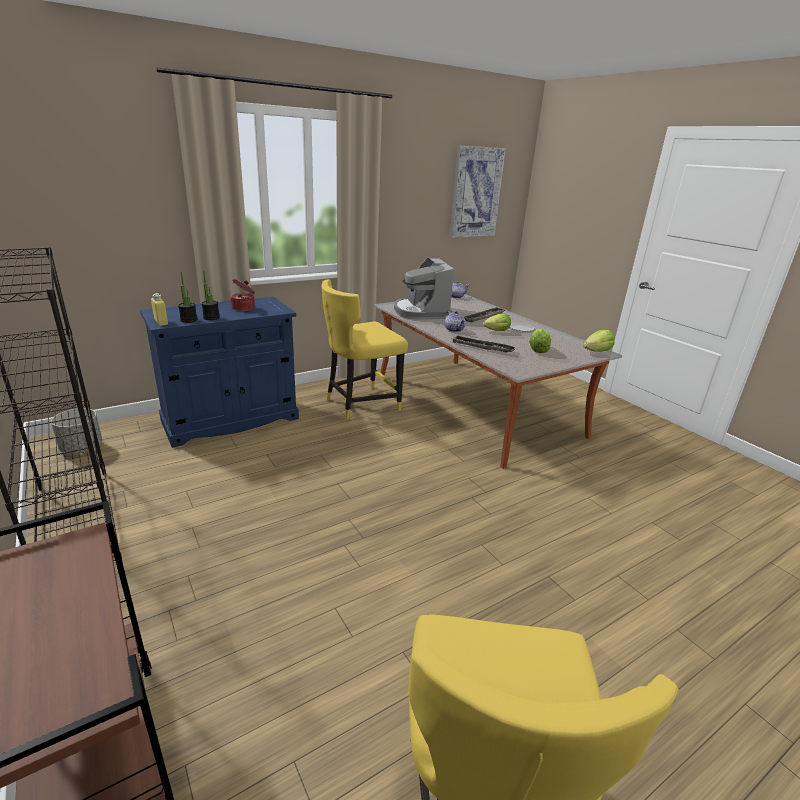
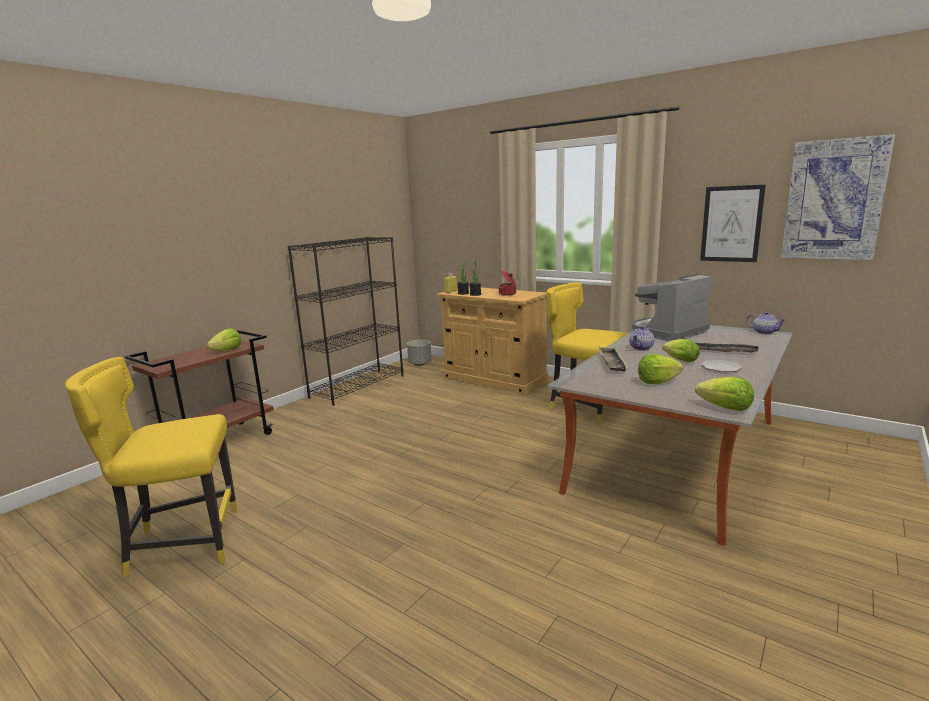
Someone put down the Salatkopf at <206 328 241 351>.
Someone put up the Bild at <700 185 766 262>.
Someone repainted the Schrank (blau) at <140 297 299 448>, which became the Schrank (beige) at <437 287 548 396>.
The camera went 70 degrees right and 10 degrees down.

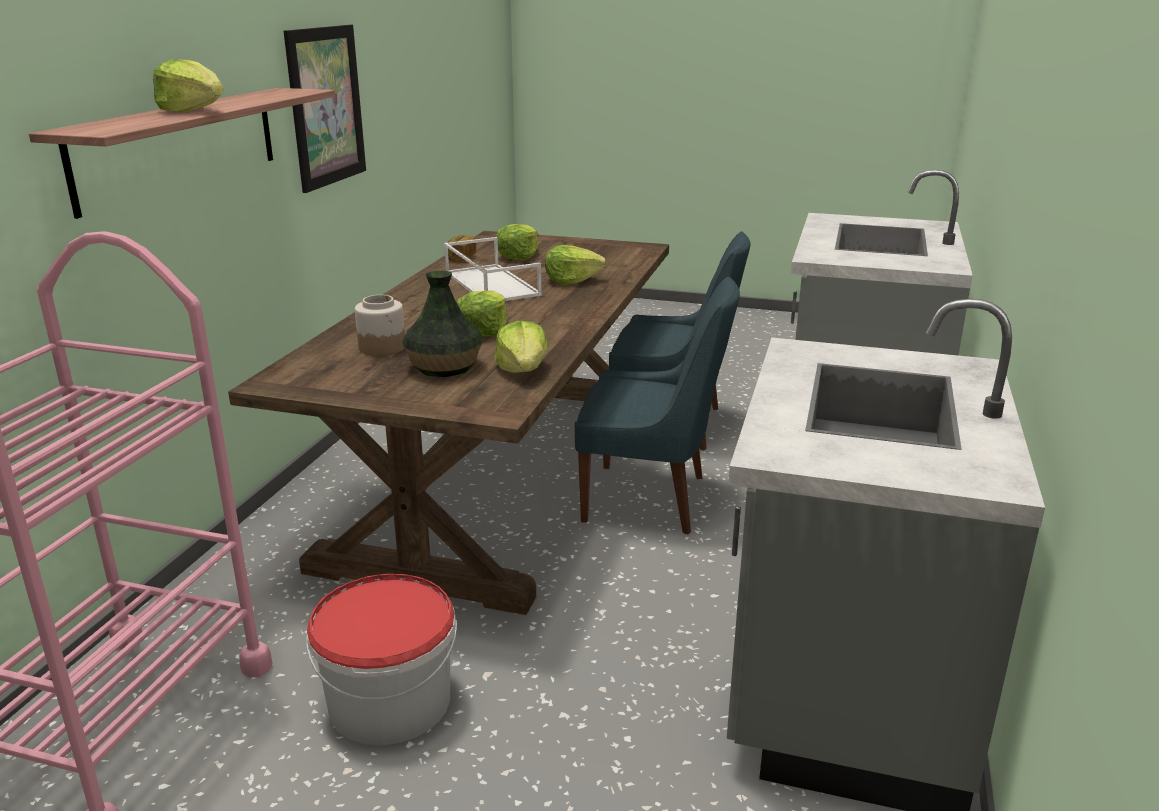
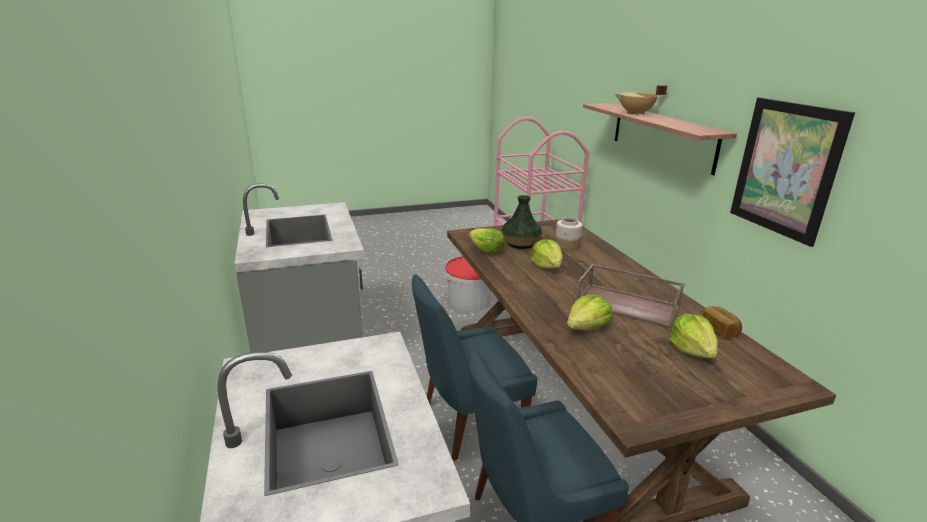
Someone swapped the Salatkopf at <153 59 224 112> for the Kochtopf (beige) at <615 85 667 115>.
Someone repainted the Tablett (weiß) at <444 237 542 301>, which became the Tablett (braun) at <576 264 685 329>.
The camera went 145 degrees right and 0 degrees up.

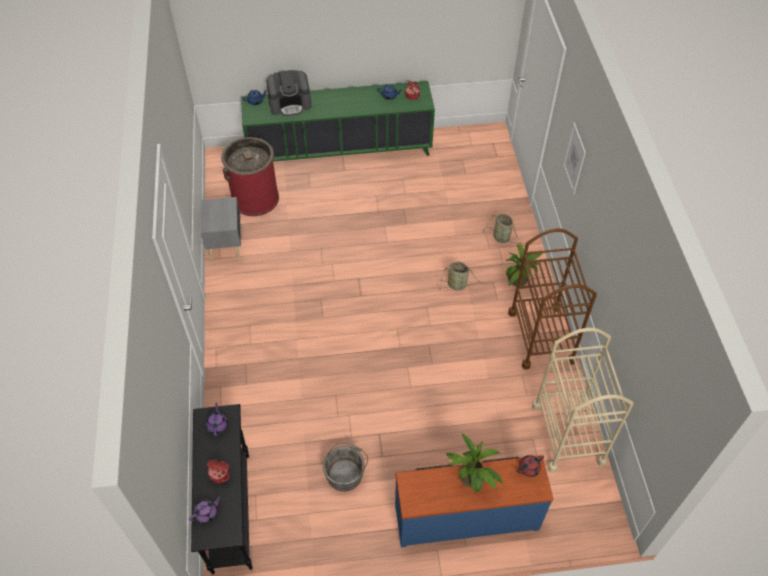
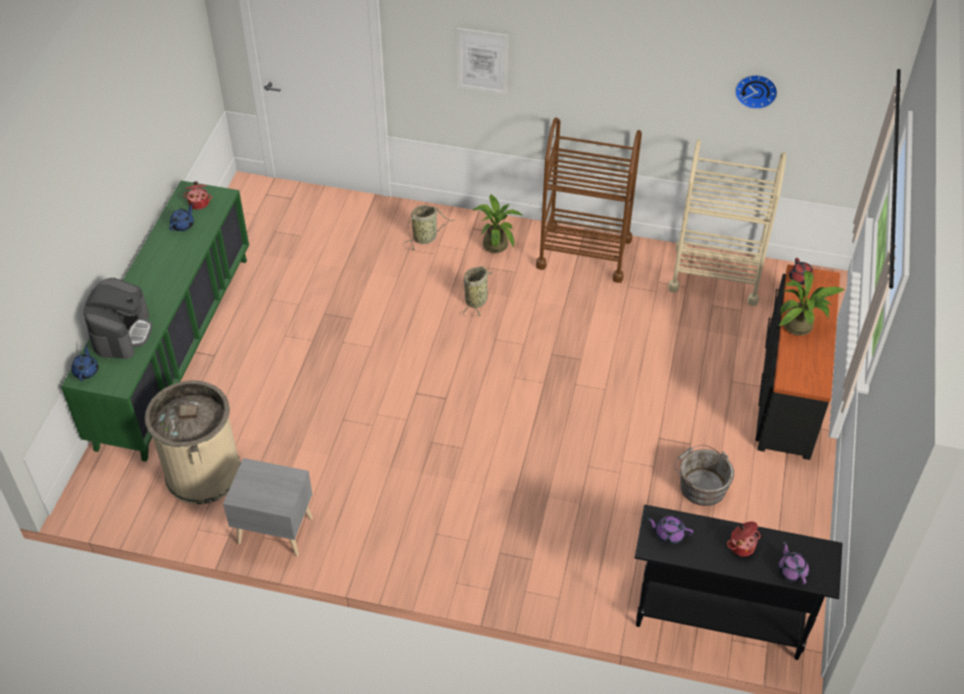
Someone put up the Wanduhr at <735 75 778 109>.
Someone repainted the Mülleimer (rot) at <221 137 279 216>, which became the Mülleimer (beige) at <145 380 241 504>.
Someone repainted the Kommode (blau) at <395 455 553 547>, which became the Kommode (schwarz) at <756 264 840 460>.
The camera went 70 degrees left and 5 degrees down.

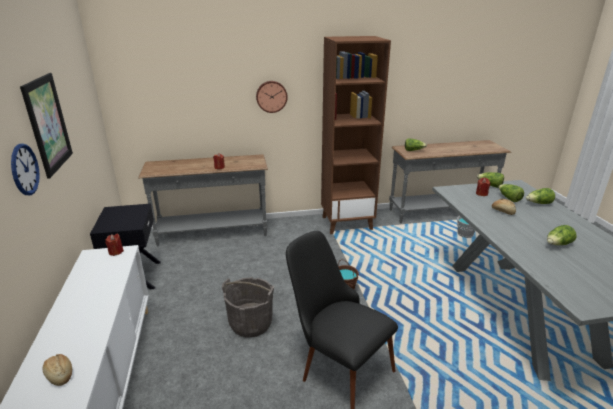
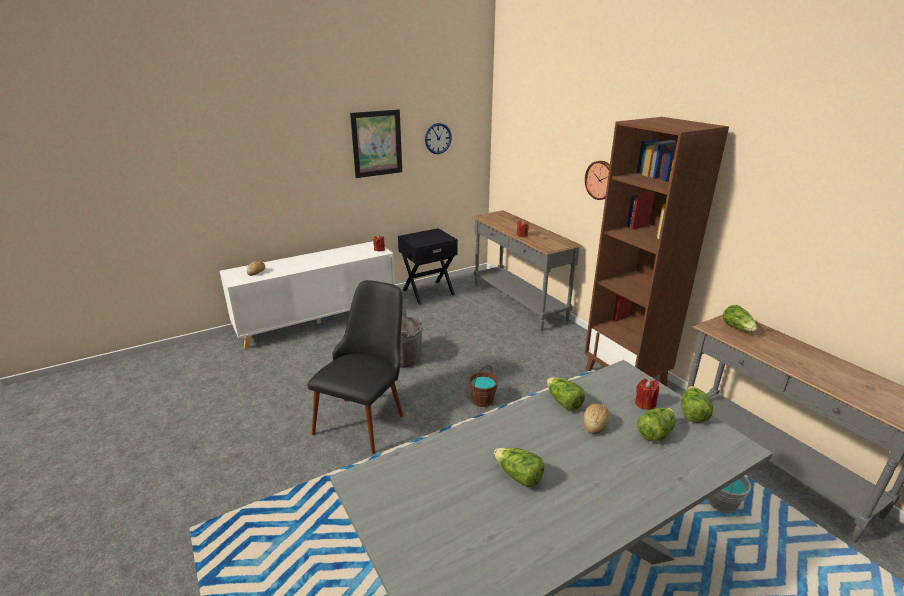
Someone carried the Wanduhr from <11 143 40 195> to <425 123 452 154>.
Someone carried the Salatkopf from <526 188 555 204> to <547 377 585 411>.
The camera went 70 degrees right and 0 degrees up.

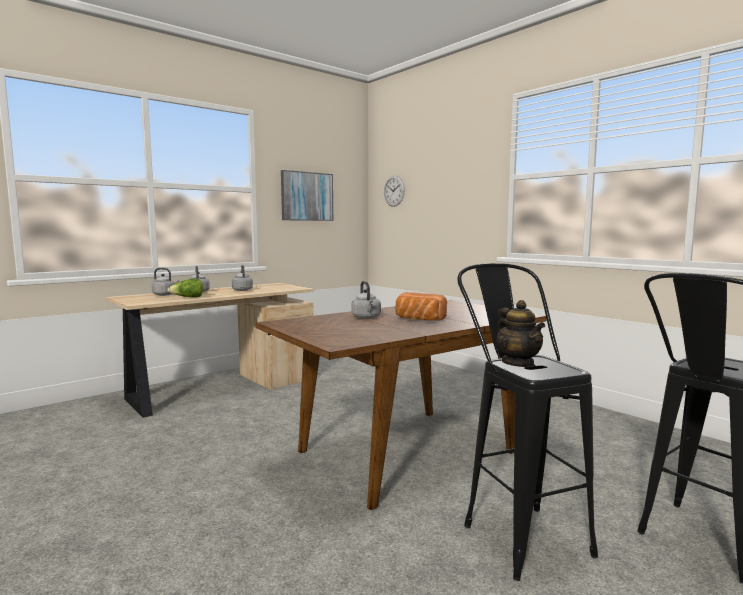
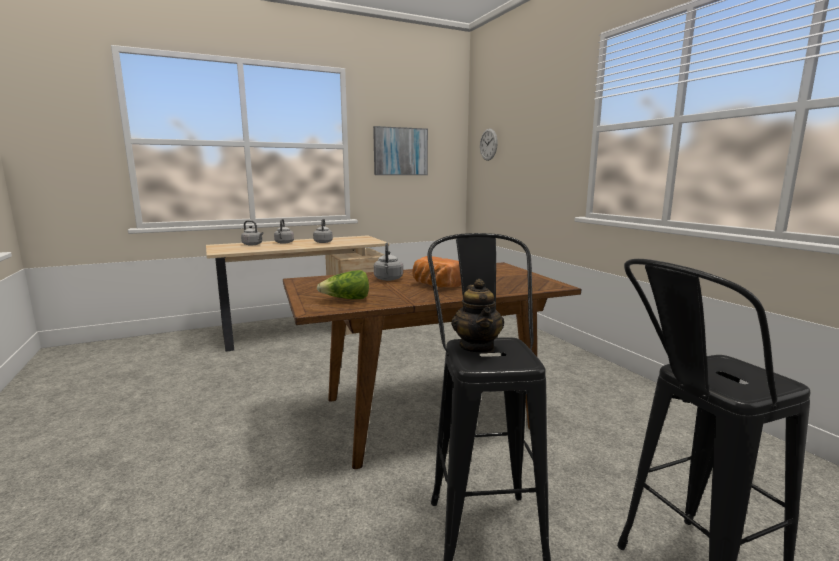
Someone carried the Salatkopf from <167 278 203 298> to <317 270 369 299>.
The camera went 15 degrees right and 5 degrees up.

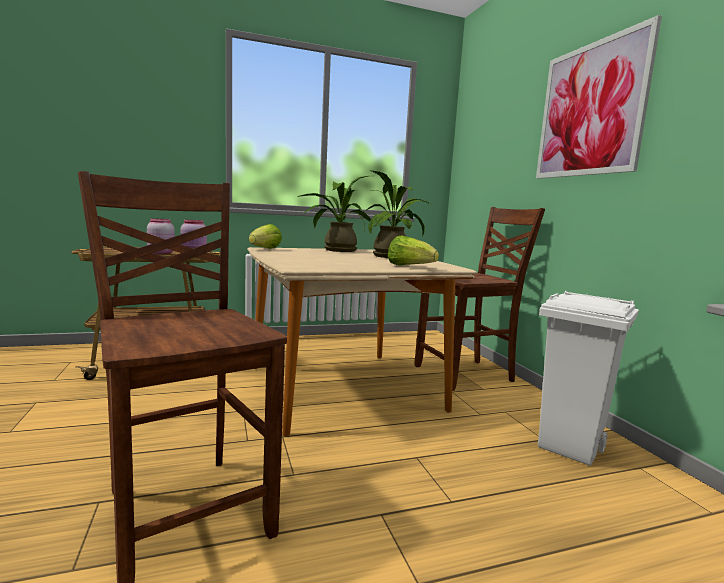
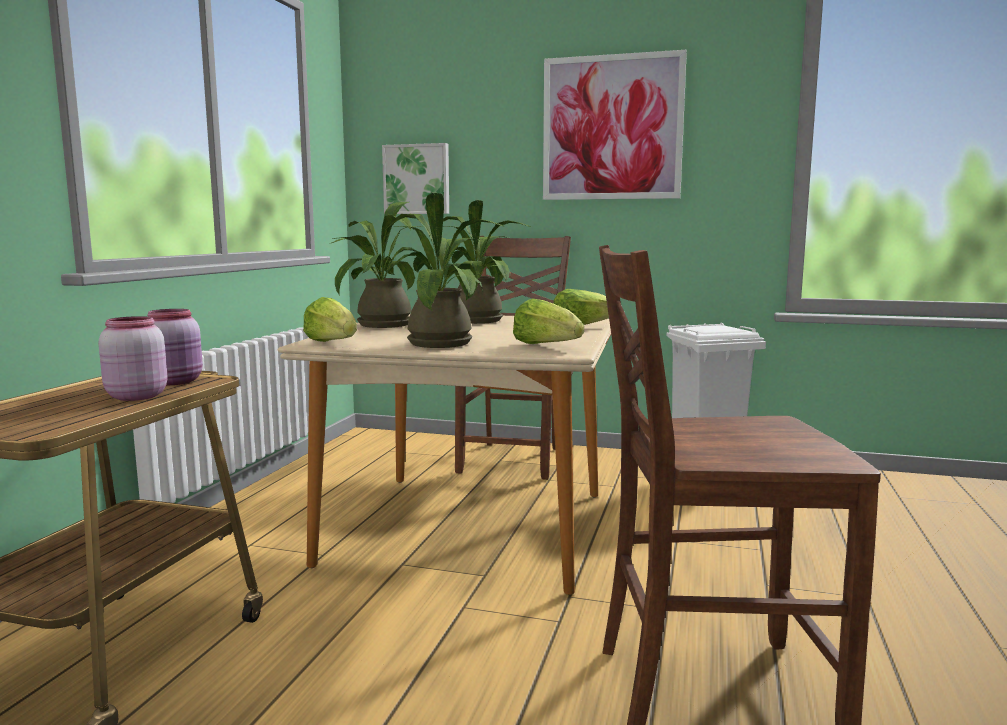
Someone put up the Bild at <382 143 449 214>.
Someone put down the Topfpflanze at <385 192 505 348>.
Someone put down the Salatkopf at <513 298 584 344>.
The camera went 55 degrees left and 0 degrees up.

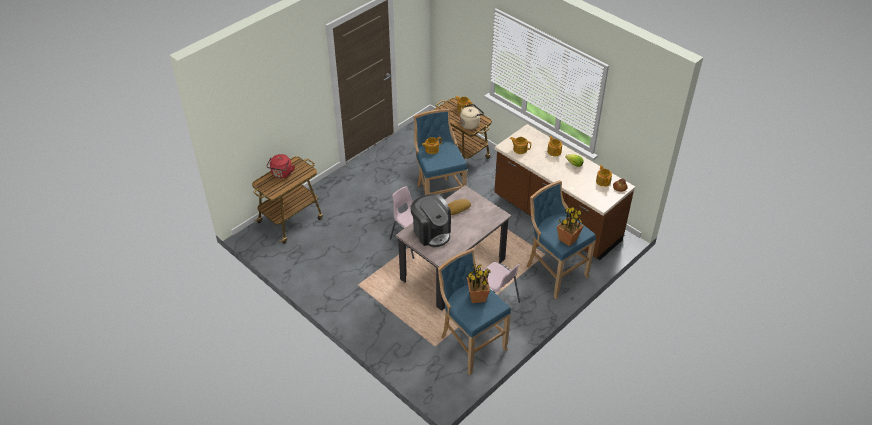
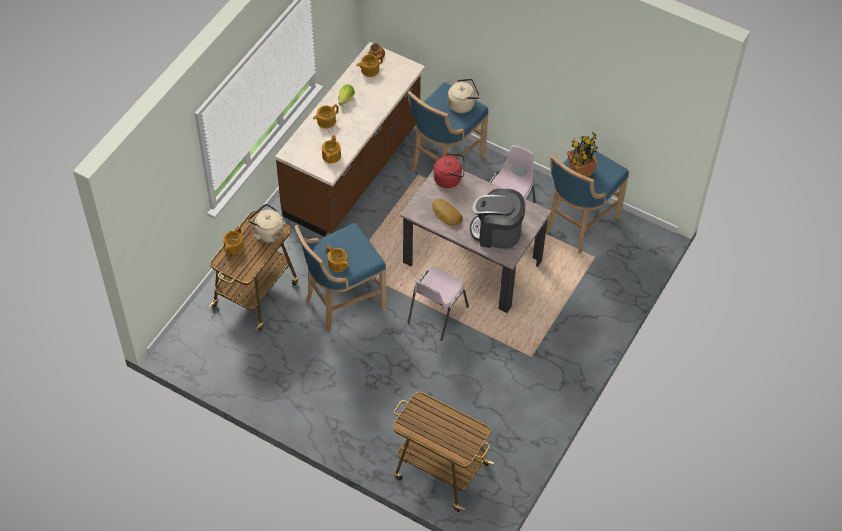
Someone carried the Wasserkessel (rot) from <267 154 295 178> to <433 152 464 188>.
Someone swapped the Topfpflanze at <557 206 583 247> for the Wasserkessel (beige) at <448 79 480 113>.
Someone rotated the Kaffeemaschine at <411 194 451 247> by 120 degrees counterclockwise.
The camera went 105 degrees left and 10 degrees up.

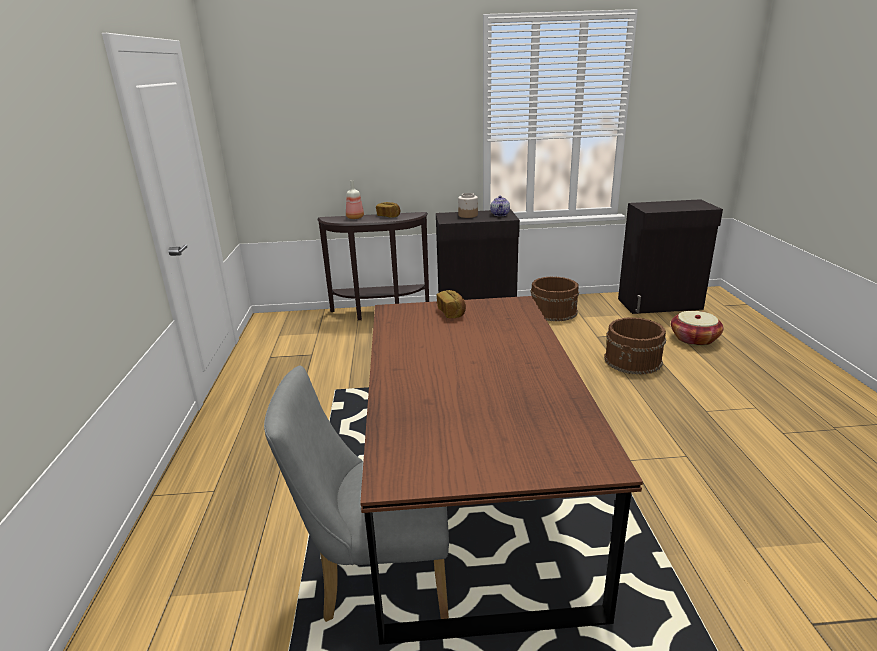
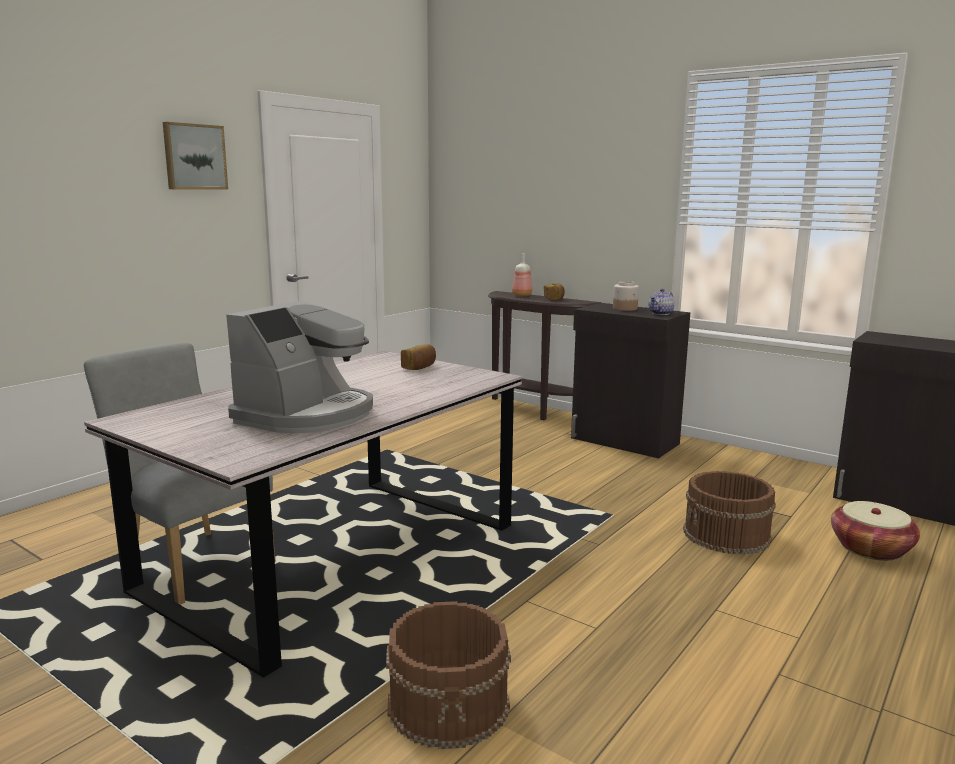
Someone put up the Bild at <163 122 228 189>.
Someone put down the Kaffeemaschine at <226 300 373 433>.
Someone carried the Eimer (braun) from <531 277 579 322> to <386 601 511 749>.
Someone repainted the Esstisch (braun) at <360 296 643 645>, which became the Esstisch (grau) at <84 351 522 678>.
The camera went 40 degrees right and 10 degrees down.

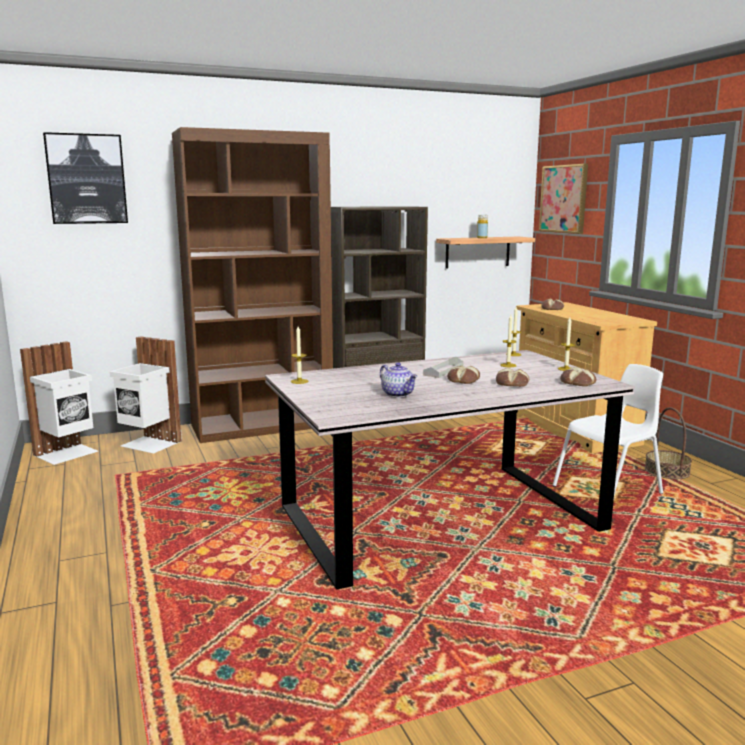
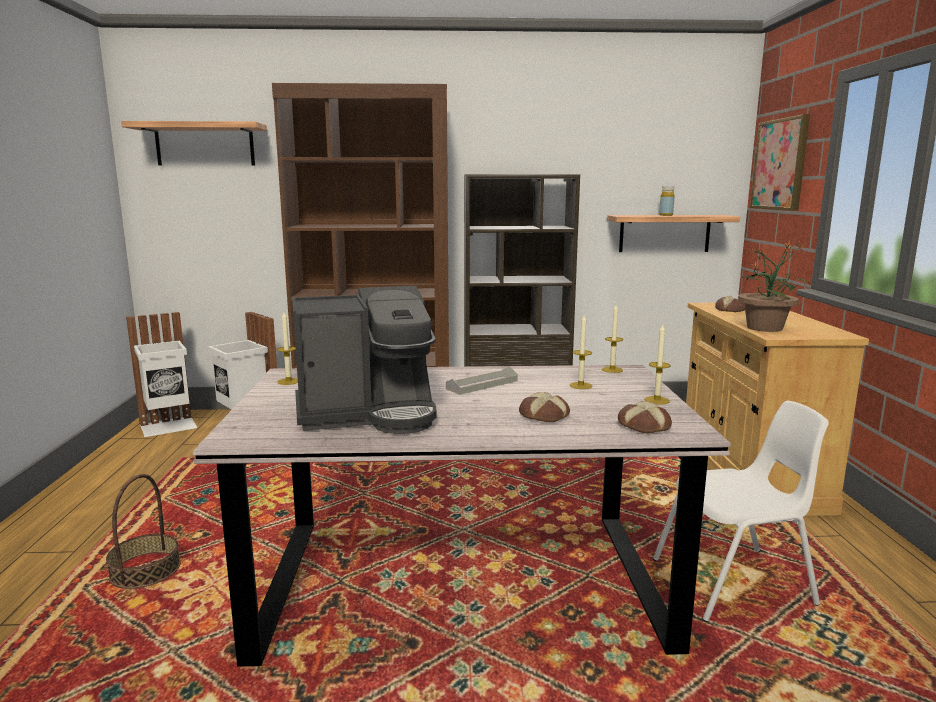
Someone took away the Brot at <447 366 480 384>.
Someone put down the Topfpflanze at <738 241 810 332>.
Someone carried the Korb from <645 407 692 479> to <106 474 181 589>.
Someone swapped the Bild at <43 132 128 224> for the Wandregal at <121 121 267 166>.
Someone swapped the Teekanne at <380 363 417 398> for the Kaffeemaschine at <292 286 437 434>.
The camera went 20 degrees right and 0 degrees up.

